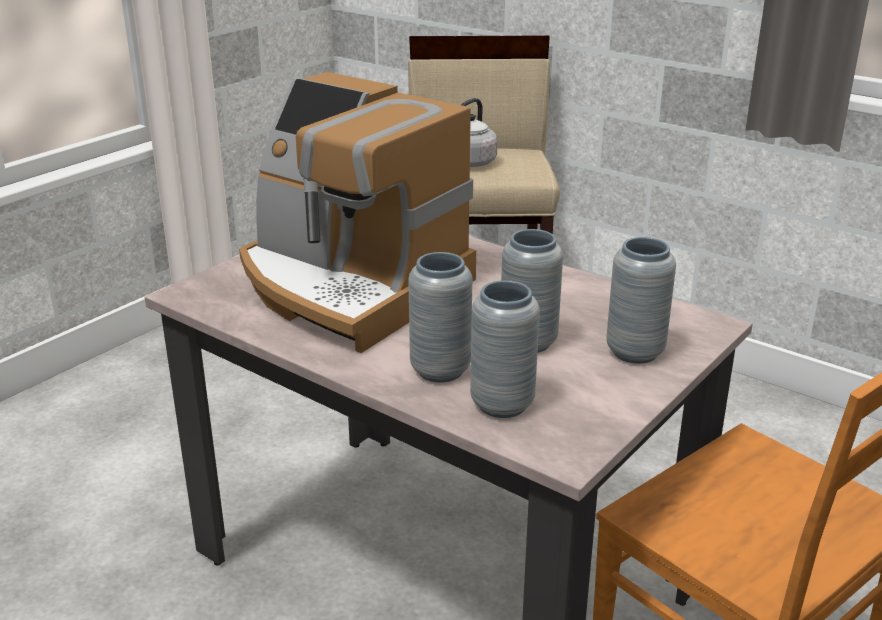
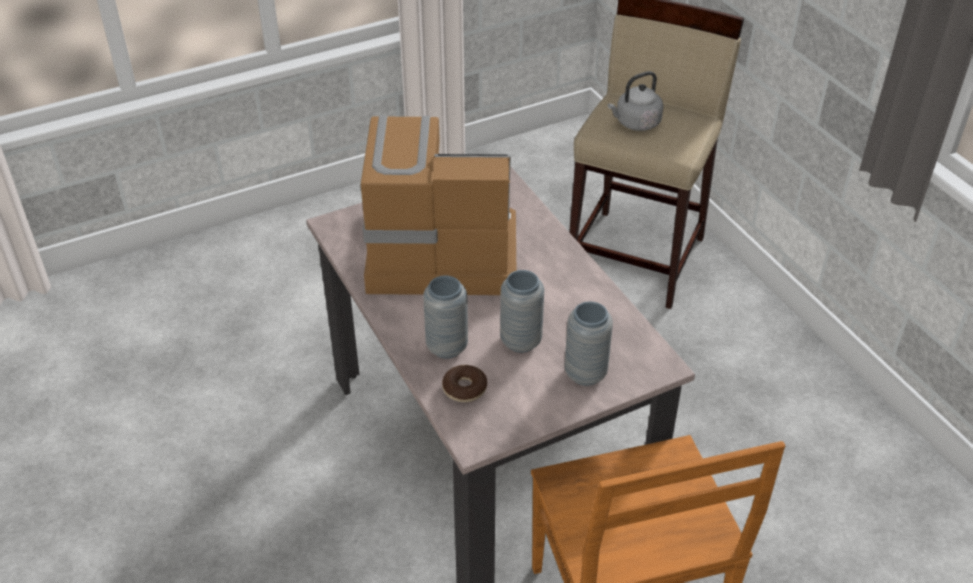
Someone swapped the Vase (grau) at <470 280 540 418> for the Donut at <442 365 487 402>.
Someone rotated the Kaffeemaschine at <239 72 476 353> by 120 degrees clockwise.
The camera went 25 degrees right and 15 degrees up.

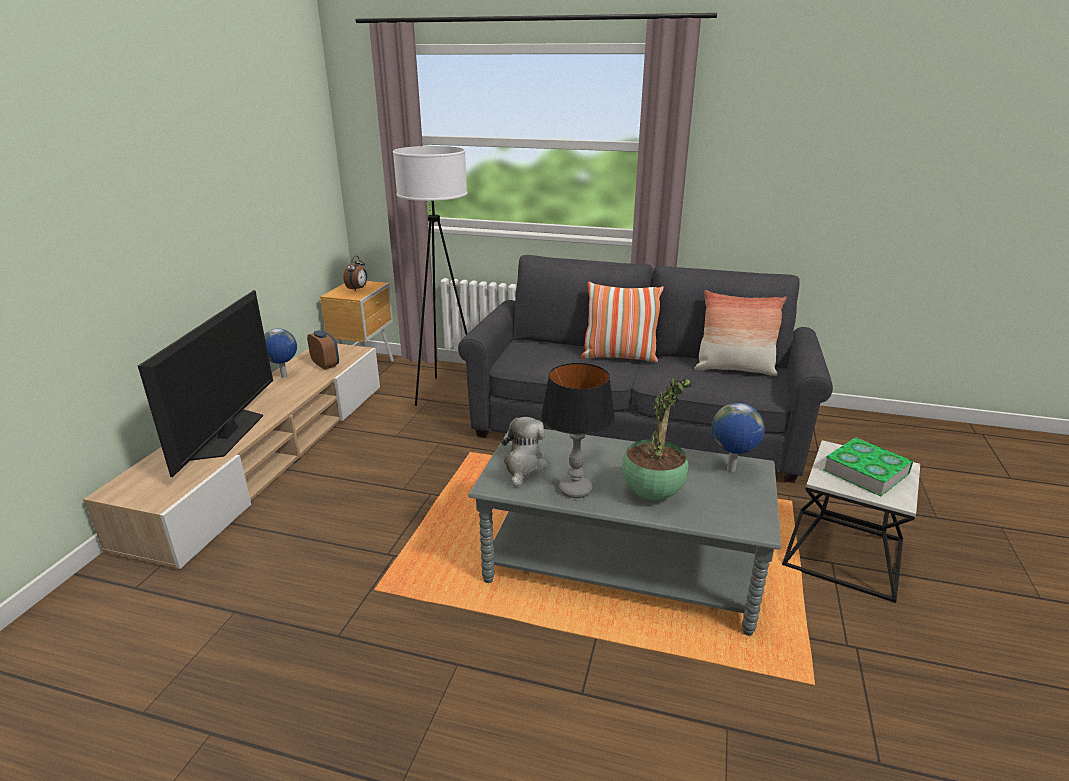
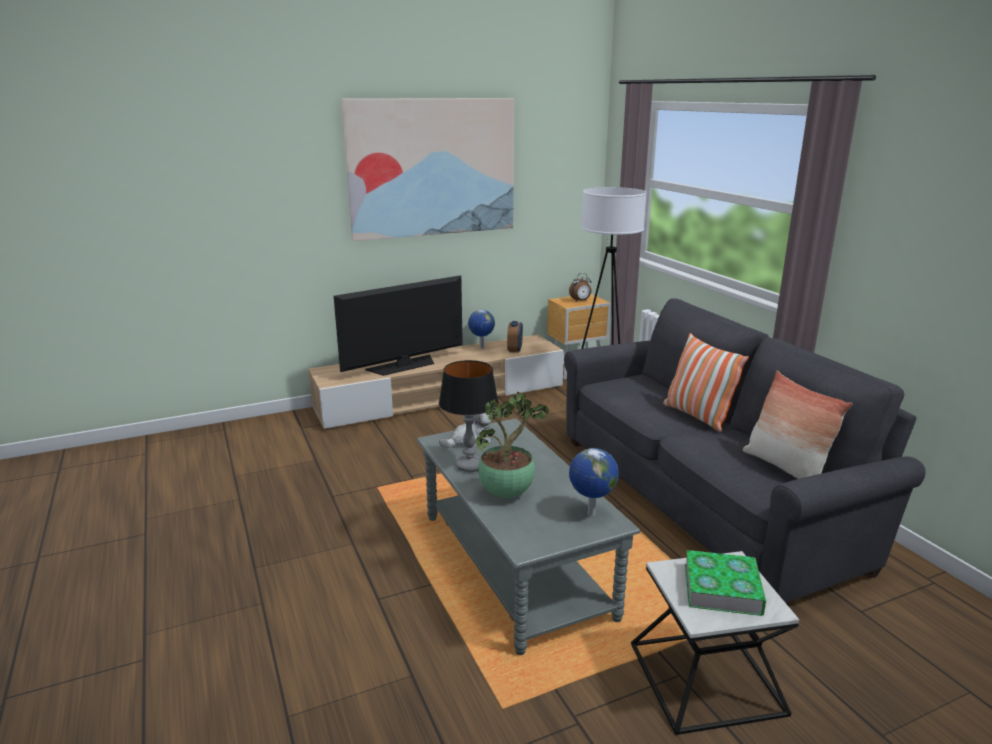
Someone put up the Bild at <341 98 514 241>.
The camera went 50 degrees right and 5 degrees down.

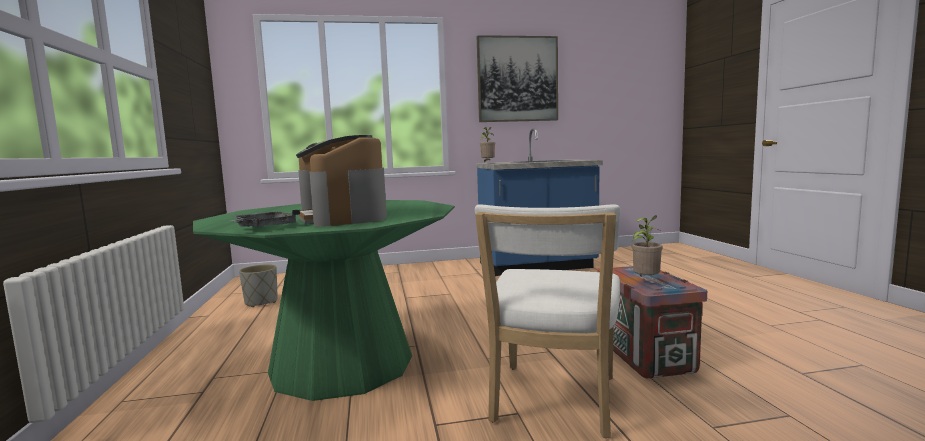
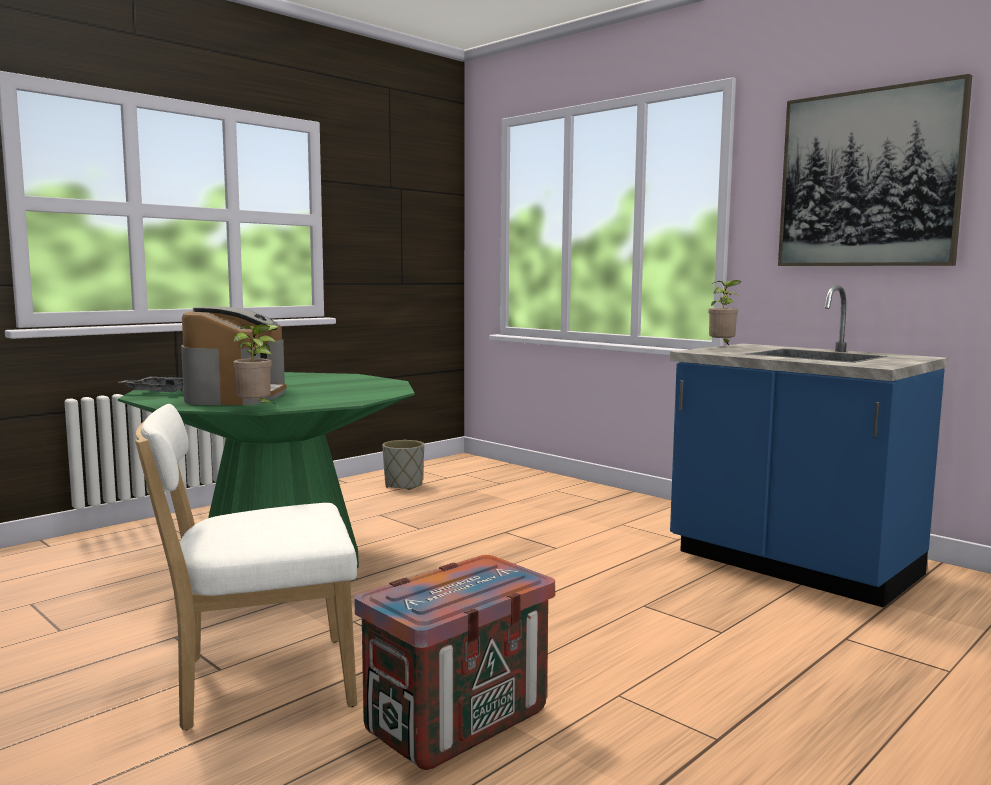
Someone carried the Topfpflanze from <631 215 663 276> to <233 324 278 405>.
Someone rotated the Kaffeemaschine at <296 135 387 226> by 150 degrees clockwise.
The camera went 55 degrees right and 0 degrees up.

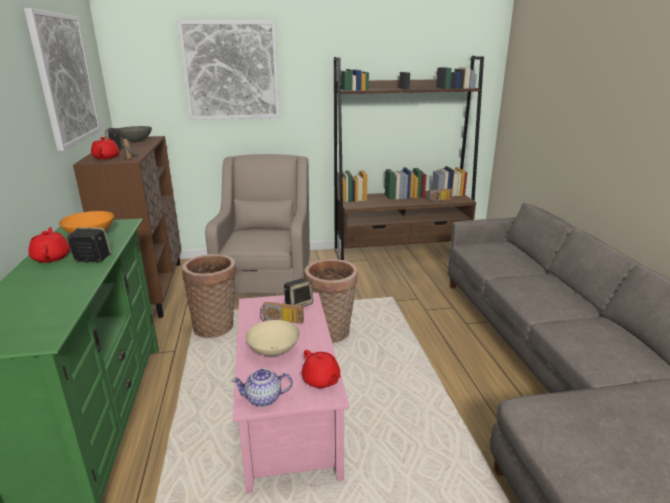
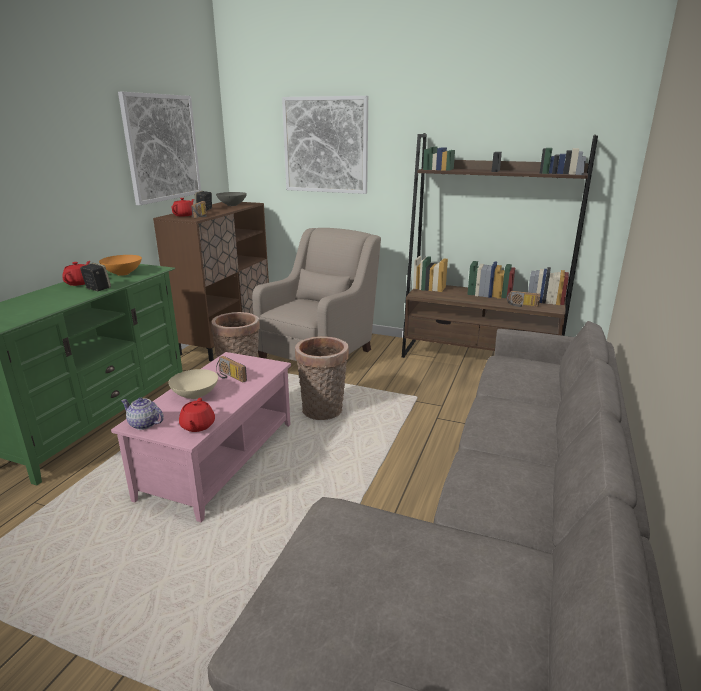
Someone took away the Lautsprecher at <284 278 313 307>.
The camera went 30 degrees right and 0 degrees up.

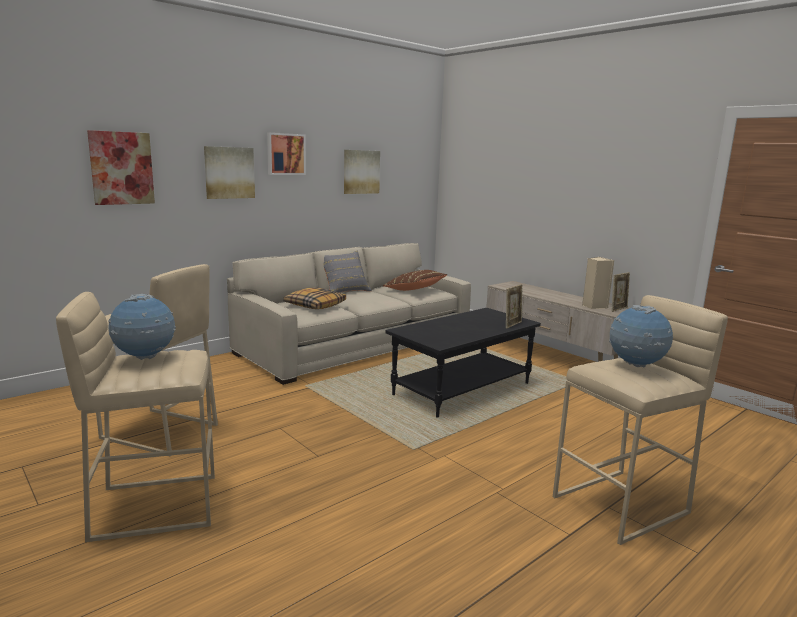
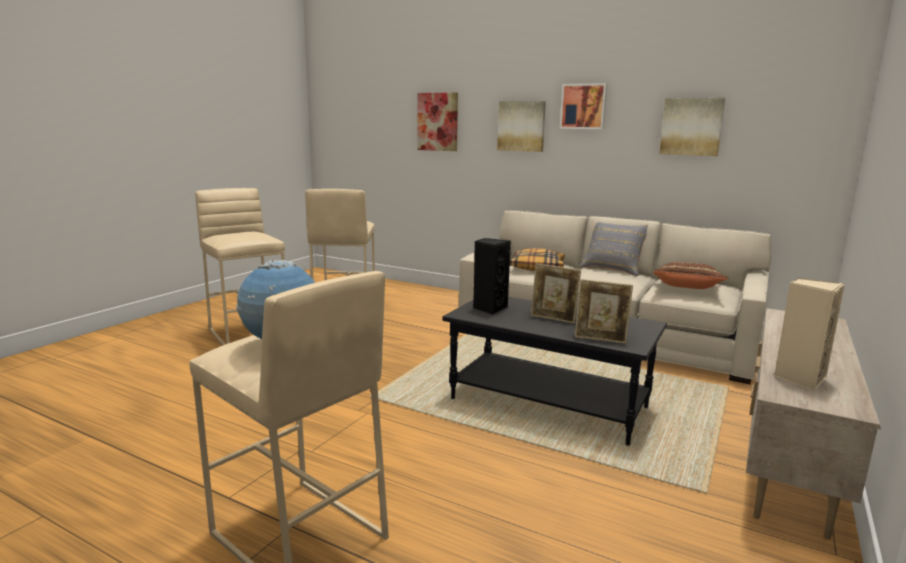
Someone took away the Globus at <108 294 176 360>.
Someone put down the Lautsprecher (schwarz) at <473 238 511 315>.
Someone carried the Bilderrahmen from <611 272 630 312> to <531 263 581 324>.
The camera went 70 degrees right and 0 degrees up.

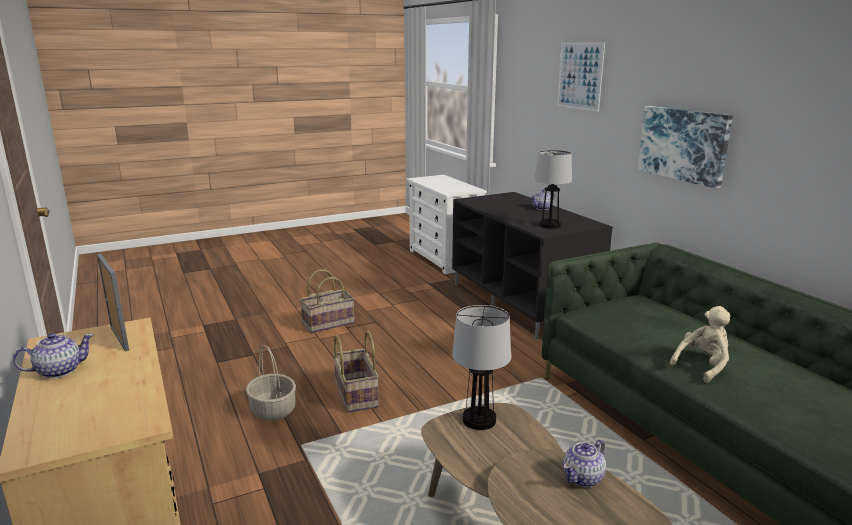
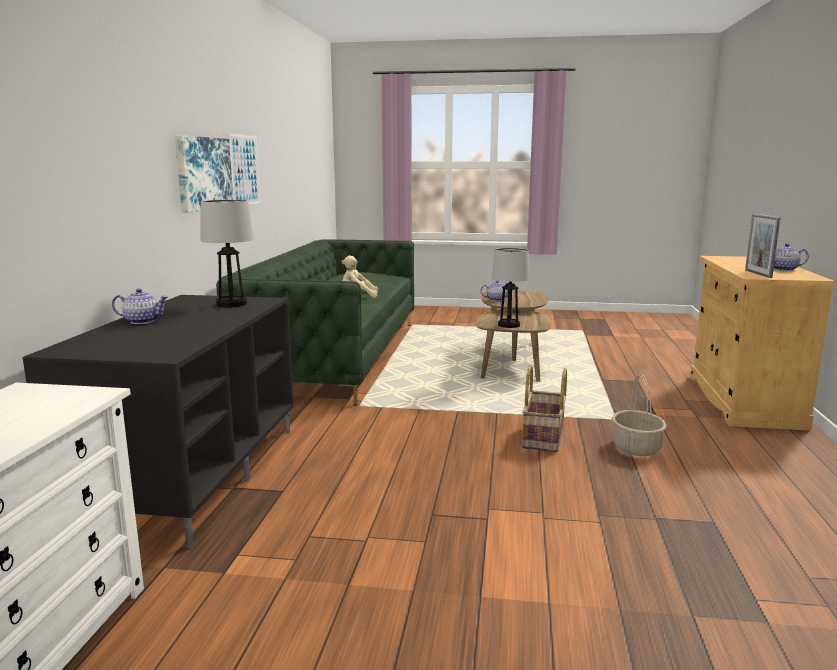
Someone took away the Korb at <300 269 354 333>.
Someone carried the Bild from <557 42 605 112> to <228 133 260 205>.
The camera went 145 degrees left and 5 degrees down.

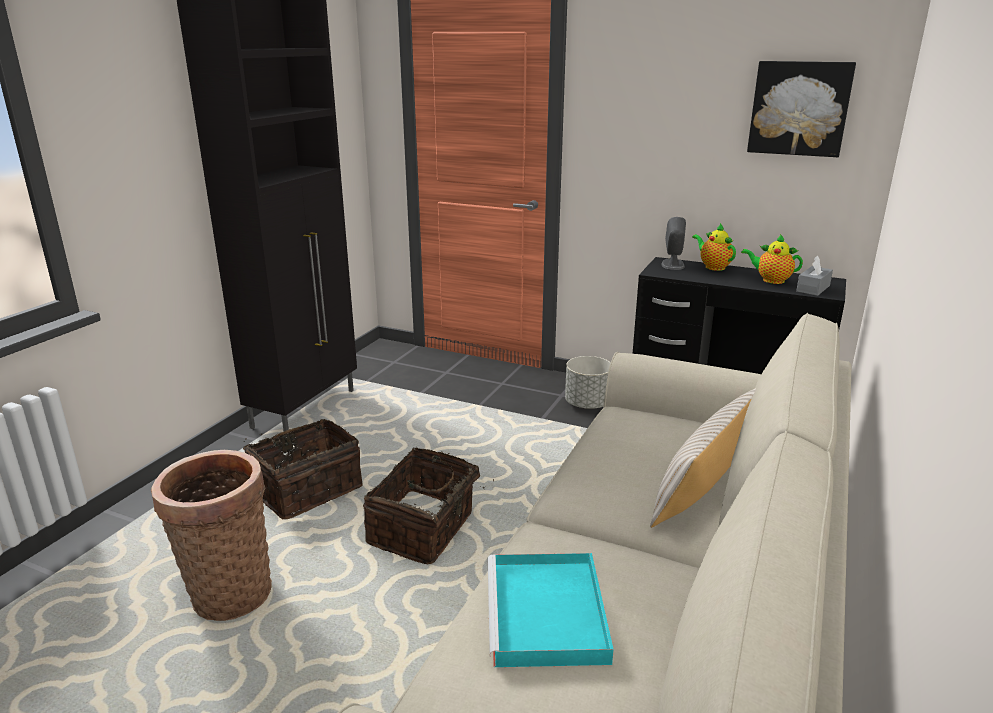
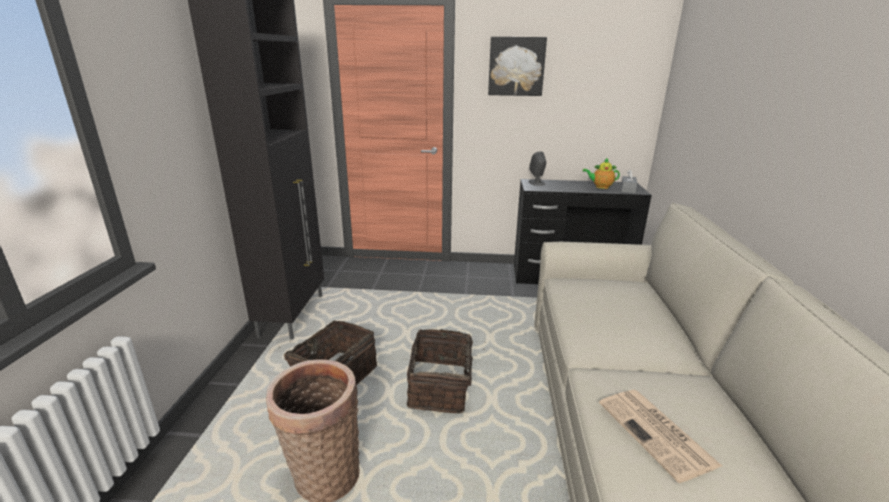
Someone took away the Pflanzkübel (grau) at <565 356 611 409>.
Someone took away the Kissen (beige) at <650 388 756 528>.
Someone took away the Teekanne at <692 223 736 271>.
Someone carried the Bild from <747 61 856 157> to <488 37 547 96>.
Someone swapped the Tablett (türkis) at <488 553 614 667> for the Zeitung at <599 390 722 483>.
The camera went 20 degrees left and 0 degrees up.

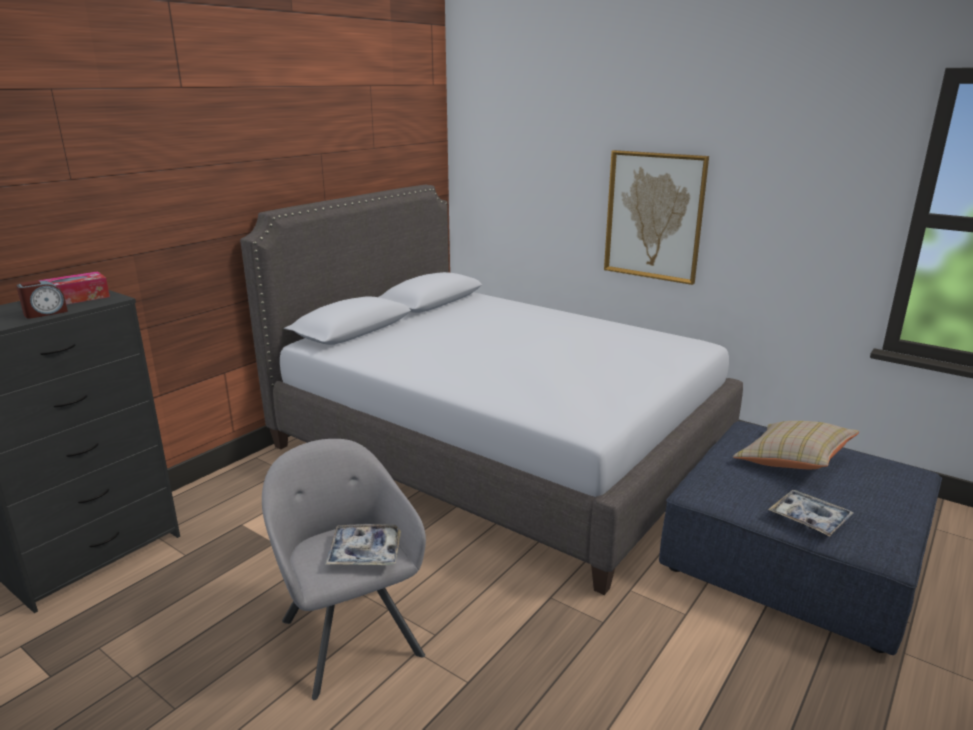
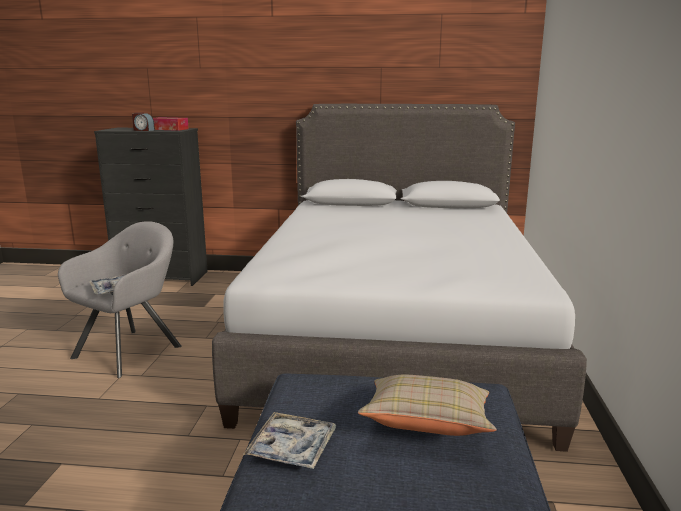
Someone took away the Bild at <604 150 709 285>.
The camera went 60 degrees right and 5 degrees down.

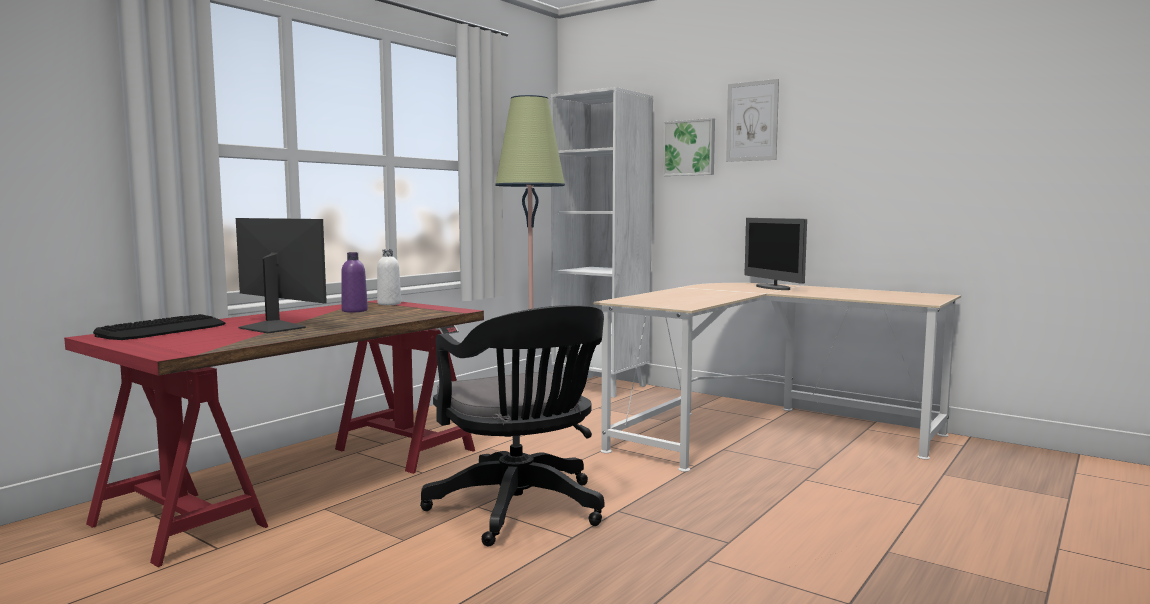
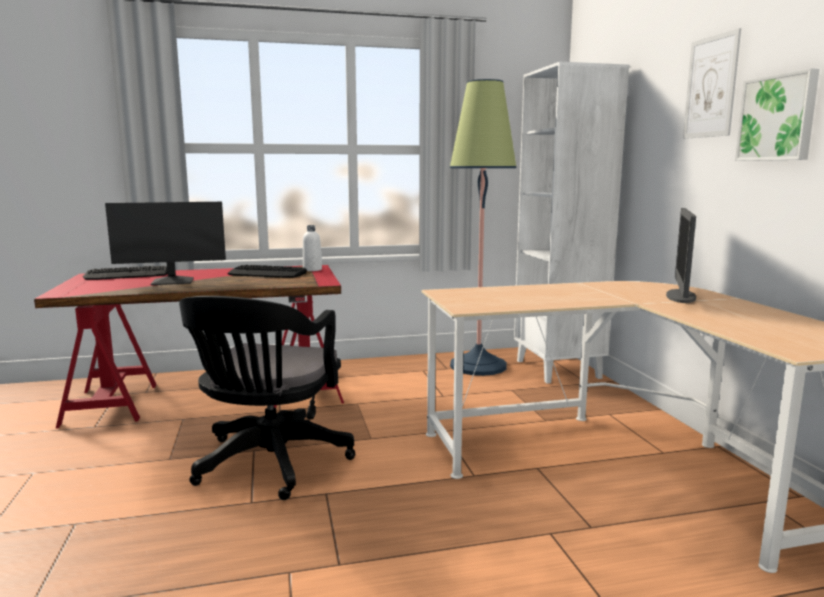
Someone carried the Bild from <663 118 715 176> to <735 68 820 161>.
Someone swapped the Flasche (lila) at <341 252 368 313> for the Tastatur at <228 265 307 278>.
Someone rotated the Monitor at <236 218 327 333> by 90 degrees clockwise.
The camera went 40 degrees right and 5 degrees up.

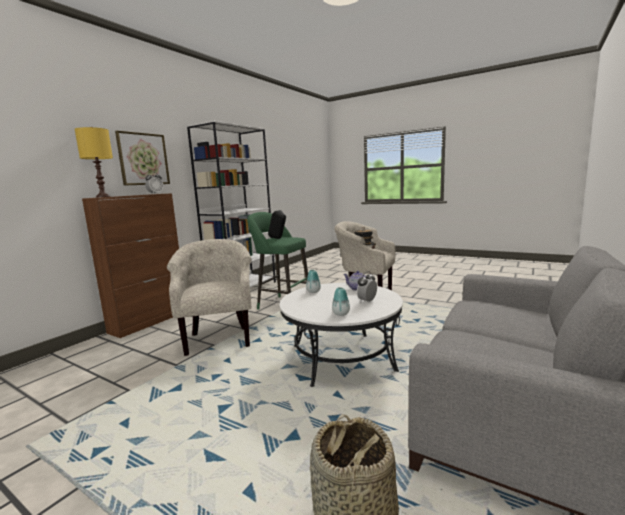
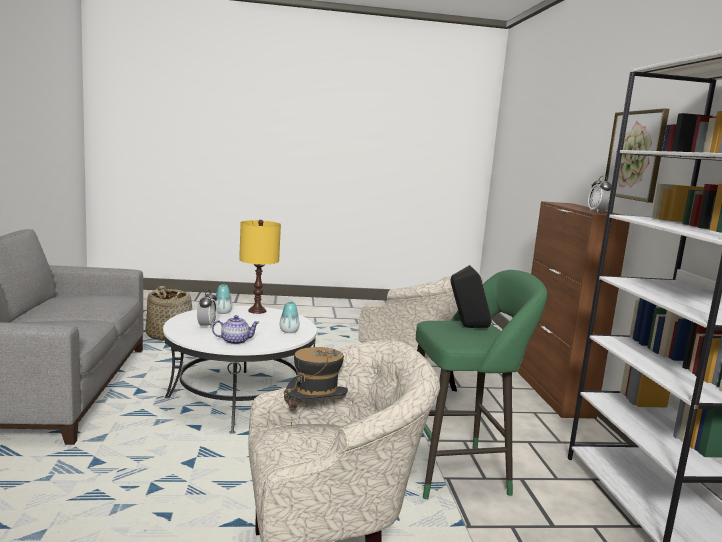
Someone carried the Tischlampe (gelb) from <75 127 113 198> to <239 220 281 314>.
The camera went 140 degrees right and 0 degrees up.

